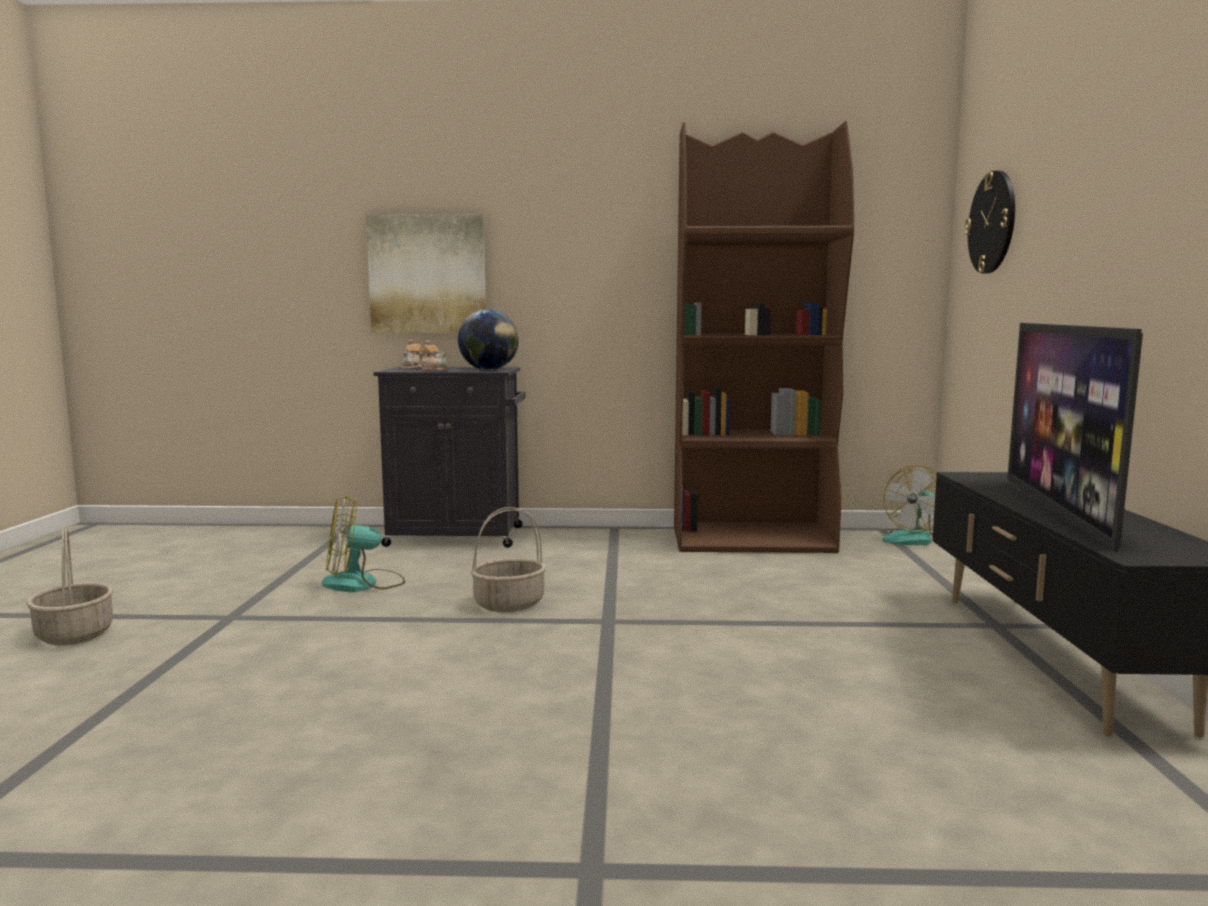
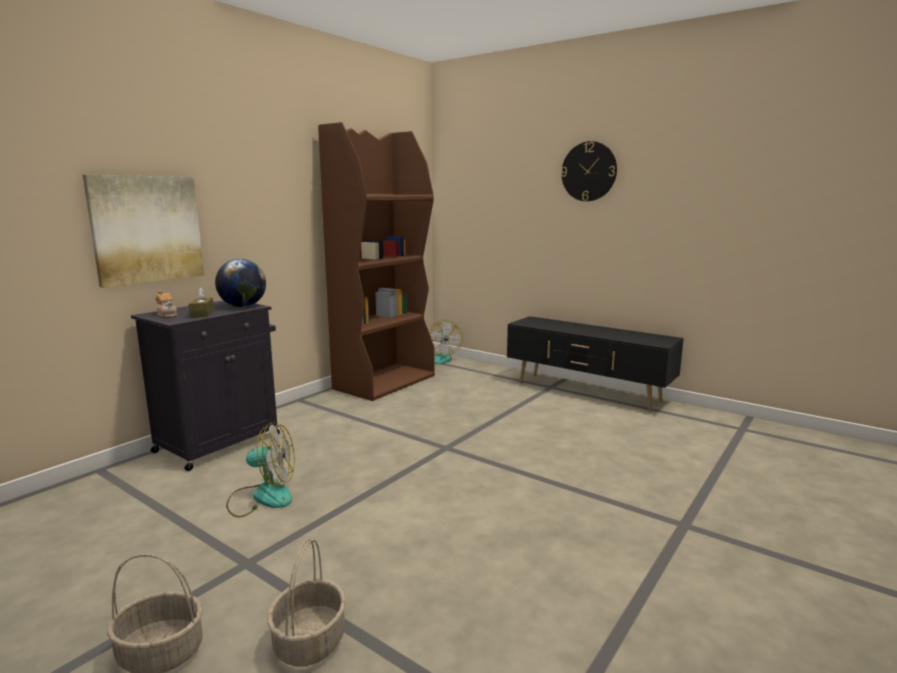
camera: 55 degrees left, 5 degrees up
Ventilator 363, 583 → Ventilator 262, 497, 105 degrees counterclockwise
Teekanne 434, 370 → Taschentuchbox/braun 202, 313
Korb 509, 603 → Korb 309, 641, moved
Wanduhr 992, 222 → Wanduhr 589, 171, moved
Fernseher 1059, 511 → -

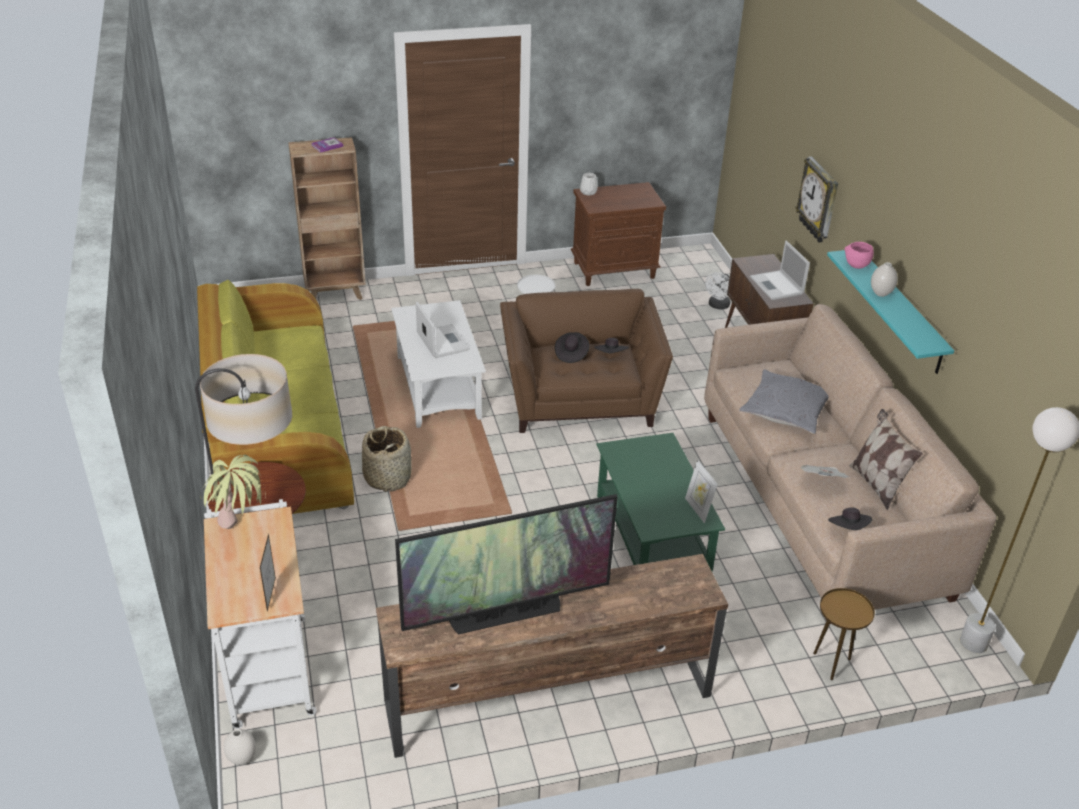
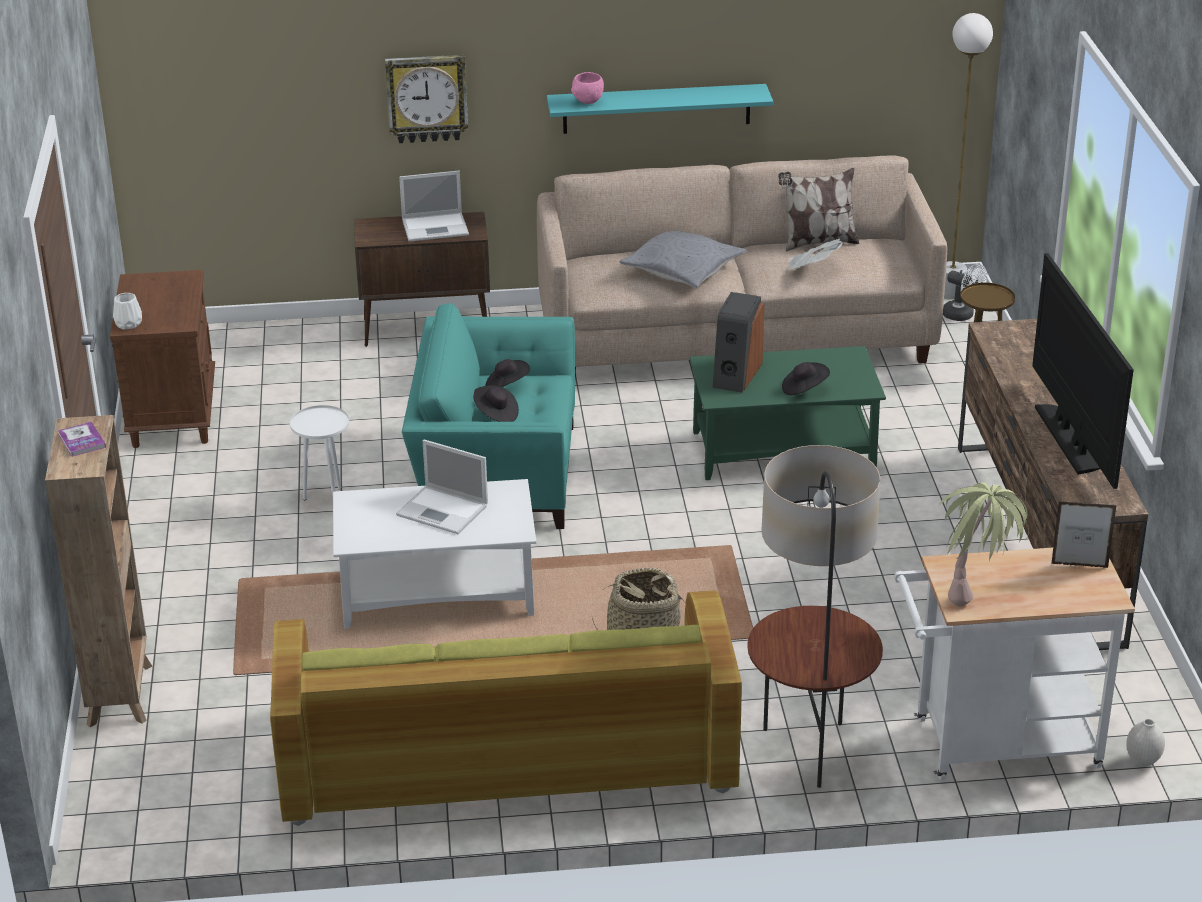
camera: 80 degrees left, 5 degrees down
Laptop 442, 341 → Laptop 444, 511, 135 degrees counterclockwise
Sessel/braun 580, 397 → Sessel/türkis 495, 474
Bilderrahmen 698, 509 → -
Ventilator/weiß 717, 306 → Ventilator/weiß 962, 315, moved
Hut/schwarz 848, 528 → Hut/schwarz 804, 389, moved
Vase/weiß 880, 293 → -
- → Lautsprecher 736, 375

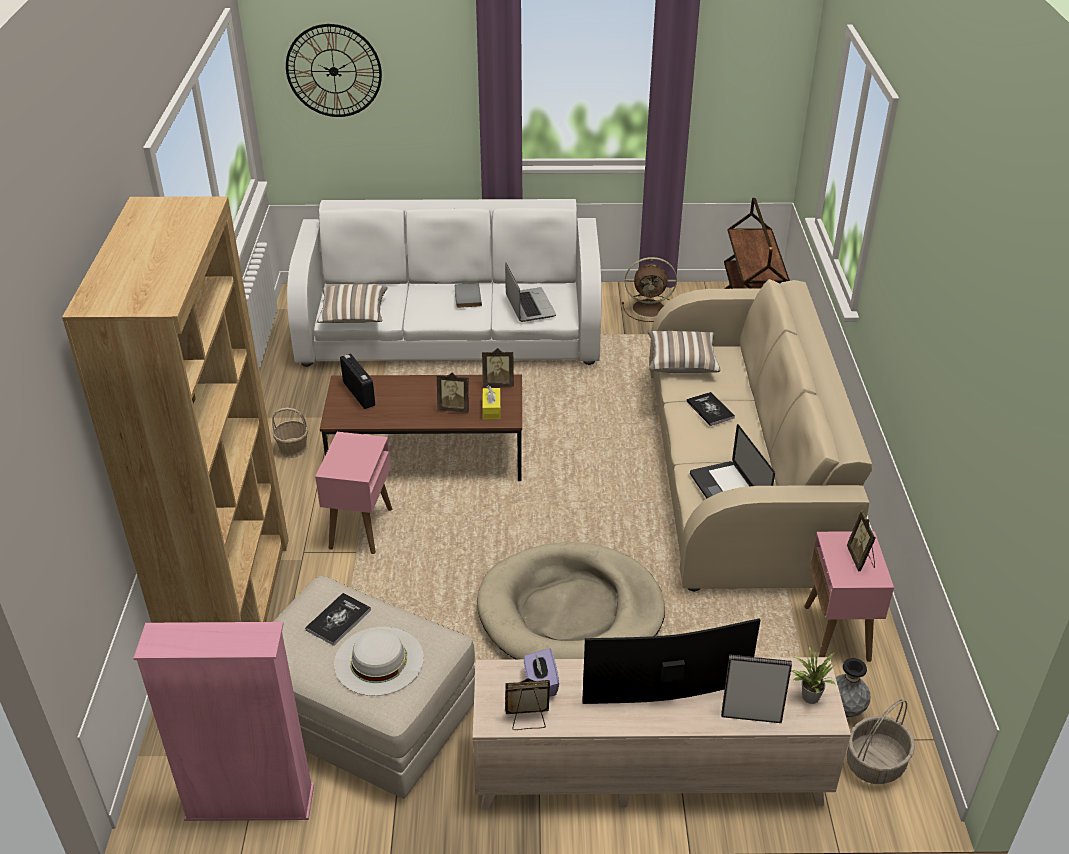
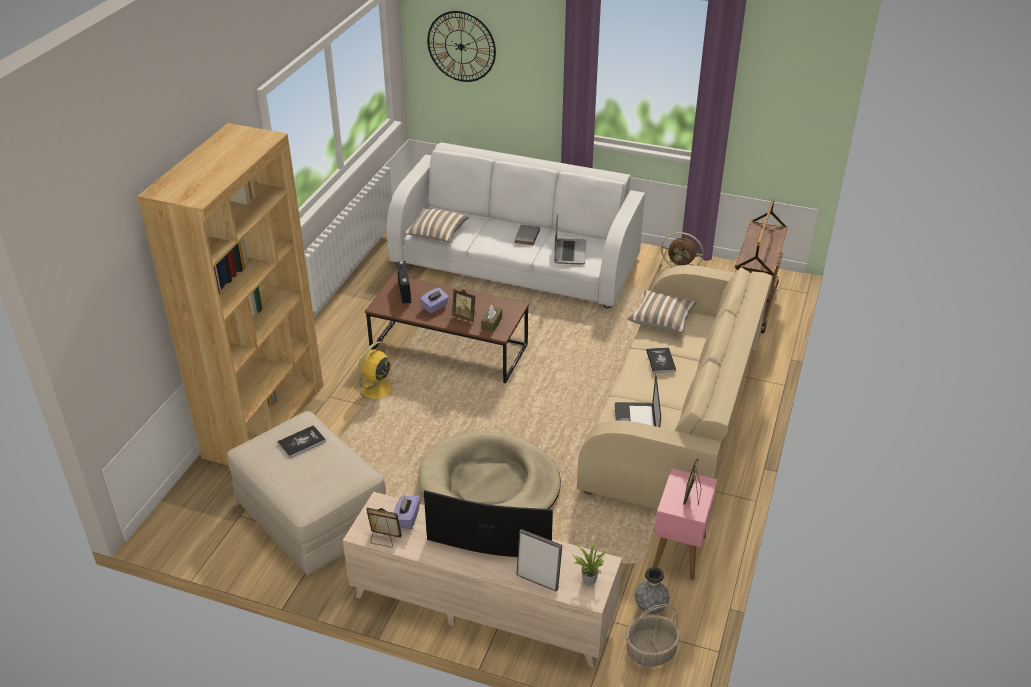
camera: 20 degrees right, 0 degrees up
Bücherregal/rosa 250, 803 → -
Korb 293, 448 → -
Beistelltisch/rosa 361, 529 → Ventilator/gelb 375, 390
Hut/weiß 379, 660 → -
Bilderrahmen 498, 383 → -
Taschentuchbox/gelb 491, 409 → Taschentuchbox/braun 491, 323
- → Taschentuchbox/lila 435, 307

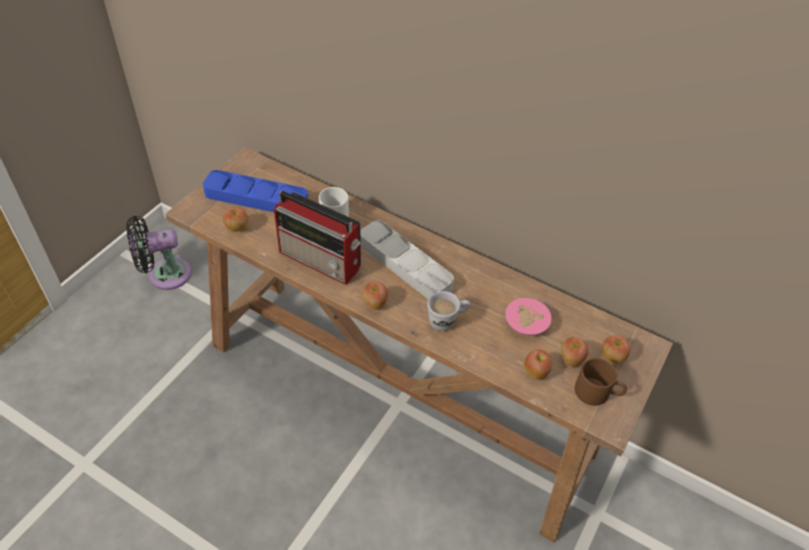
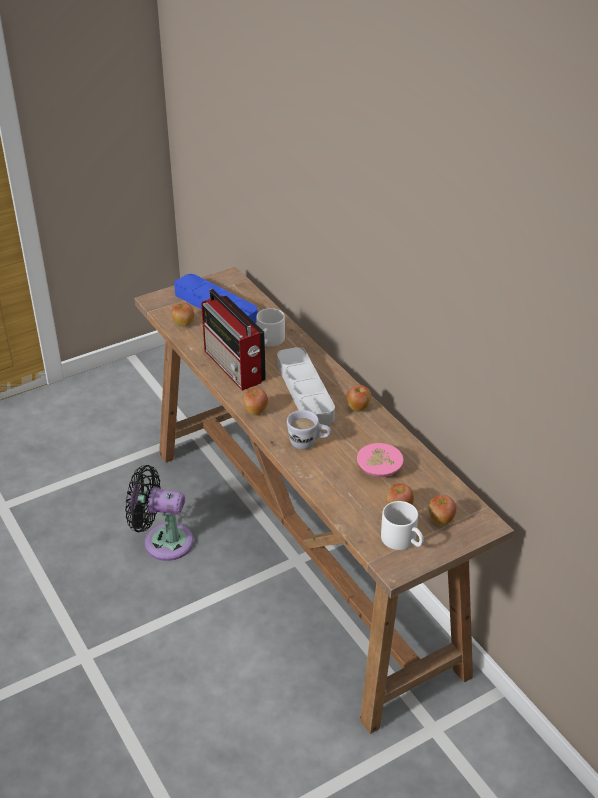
camera: 30 degrees right, 10 degrees down
Ventilator/schwarz 164, 275 → Ventilator/schwarz 163, 541, moved
Apfel 535, 372 → Apfel 358, 408, moved
Henkelbecher/braun 598, 392 → Henkelbecher/weiß 403, 540

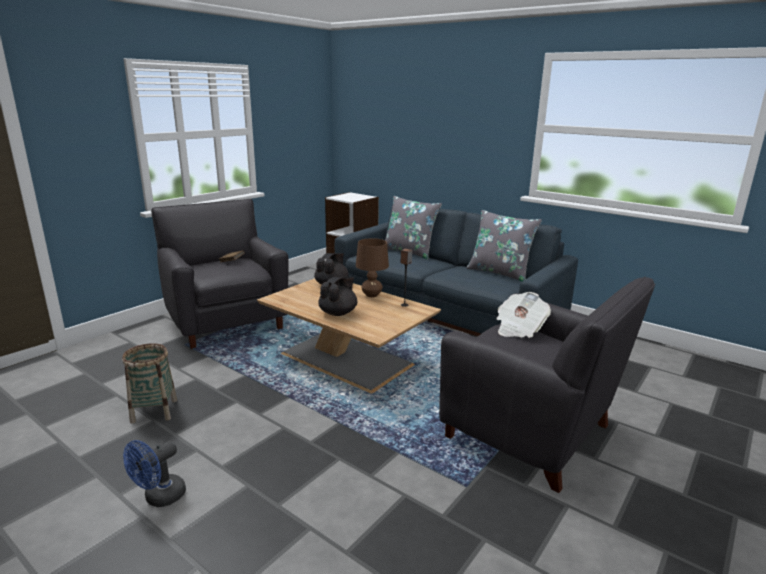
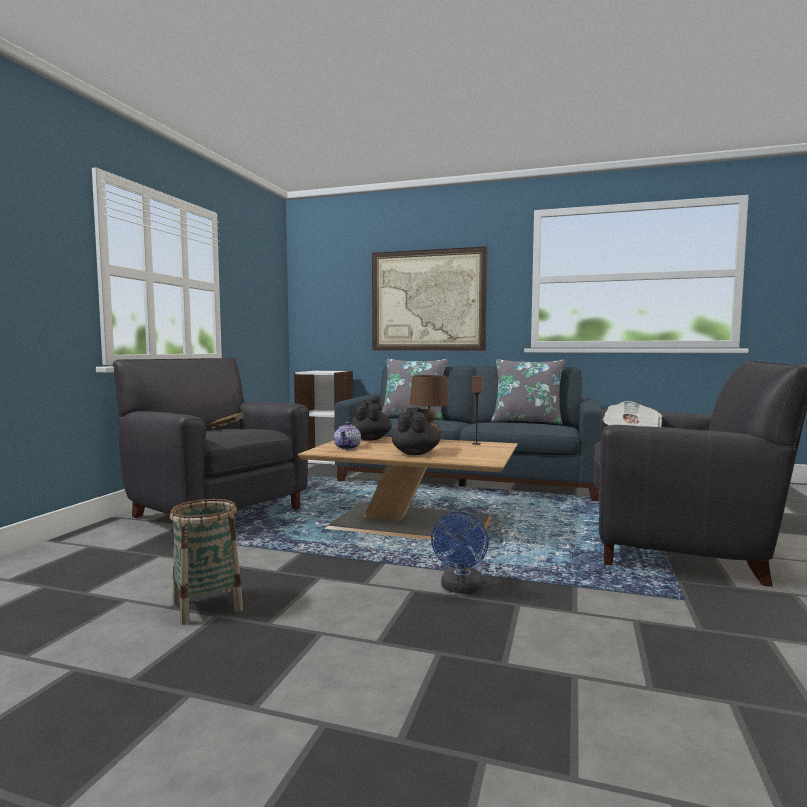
camera: 20 degrees left, 15 degrees down
Ventilator/blau 159, 498 → Ventilator/blau 461, 589, moved
- → Teekanne 348, 447
- → Bild 428, 300

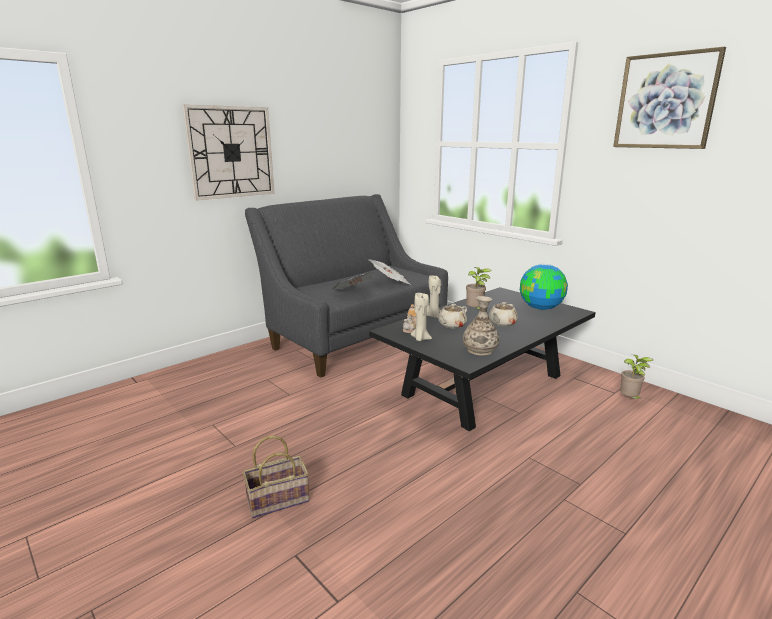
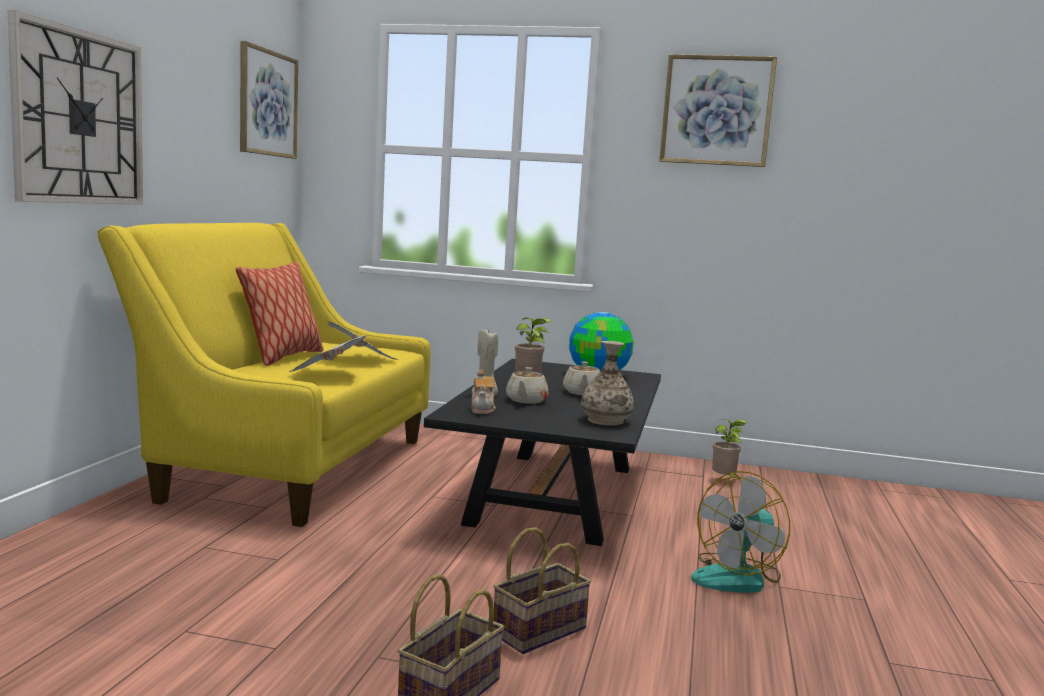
camera: 35 degrees left, 10 degrees down
Sofa/grau 353, 337 → Sofa/gelb 287, 466
Kerze/beige 420, 339 → -
- → Kissen 282, 357
- → Bild 267, 103
- → Korb 540, 630
- → Ventilator 738, 577

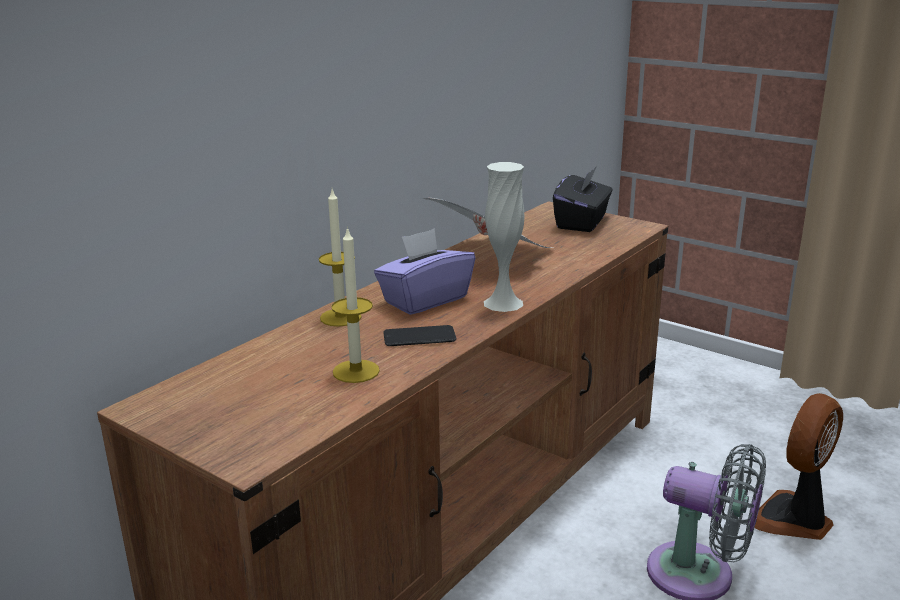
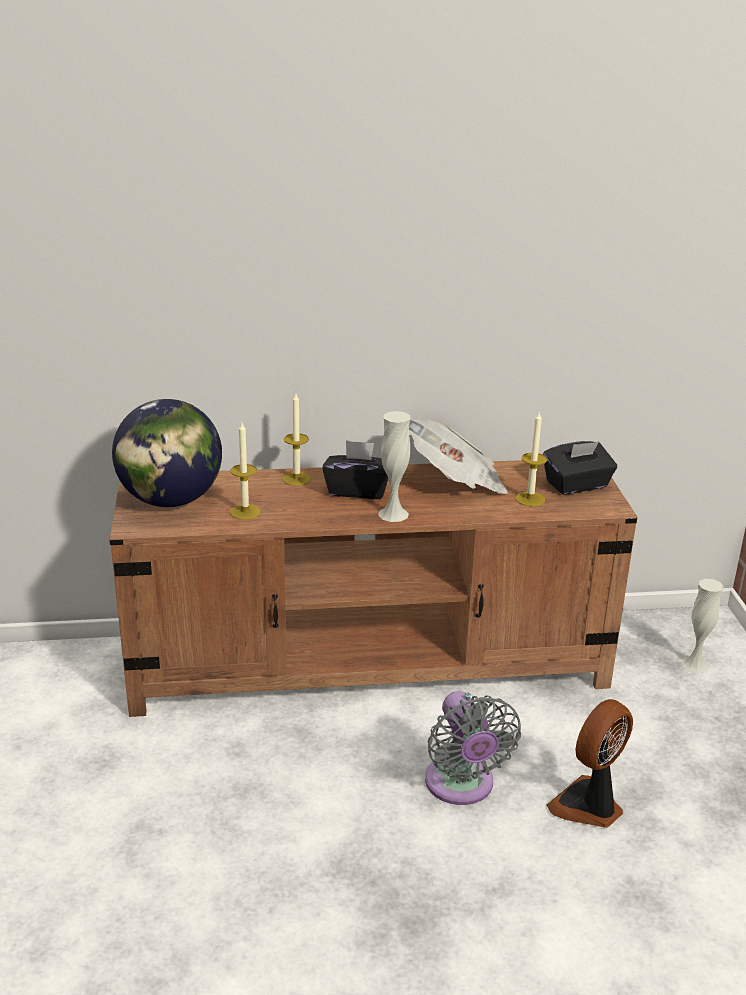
camera: 45 degrees right, 5 degrees up
Taschentuchbox/lila 425, 300 → Taschentuchbox/schwarz 357, 490
Handy 419, 337 → -
Ventilator 794, 520 → Ventilator 589, 806, 45 degrees counterclockwise
- → Globus 170, 500
- → Kerze 530, 499
- → Vase/weiß 695, 664

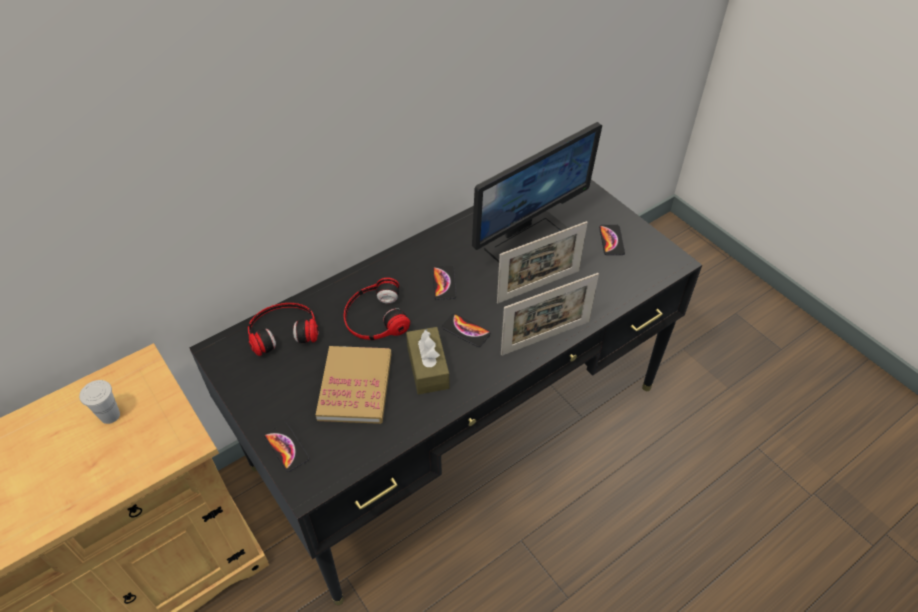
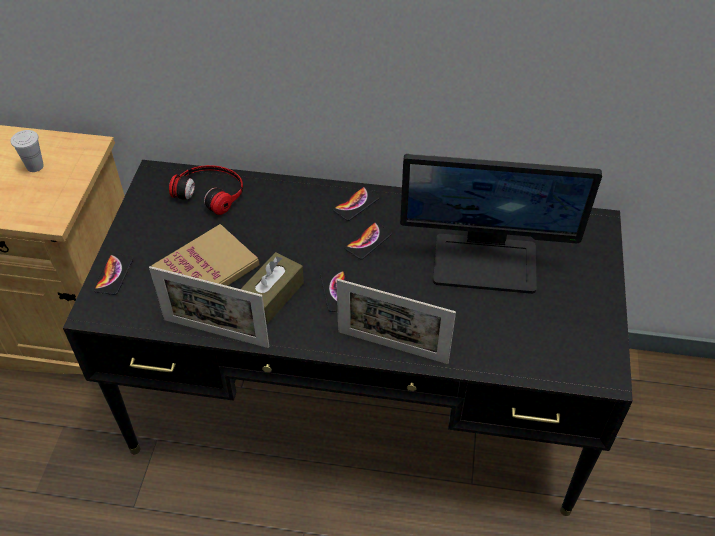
camera: 45 degrees right, 0 degrees up
Kopfhörer 375, 317 → -
Bilderrahmen 538, 286 → Bilderrahmen 216, 333, moved
Handy 611, 240 → Handy 356, 204, moved

